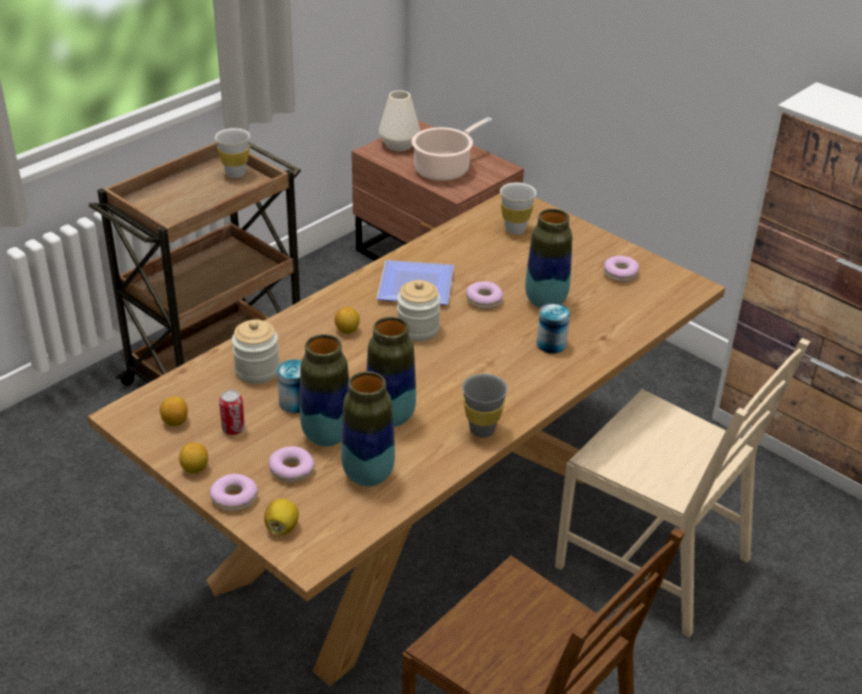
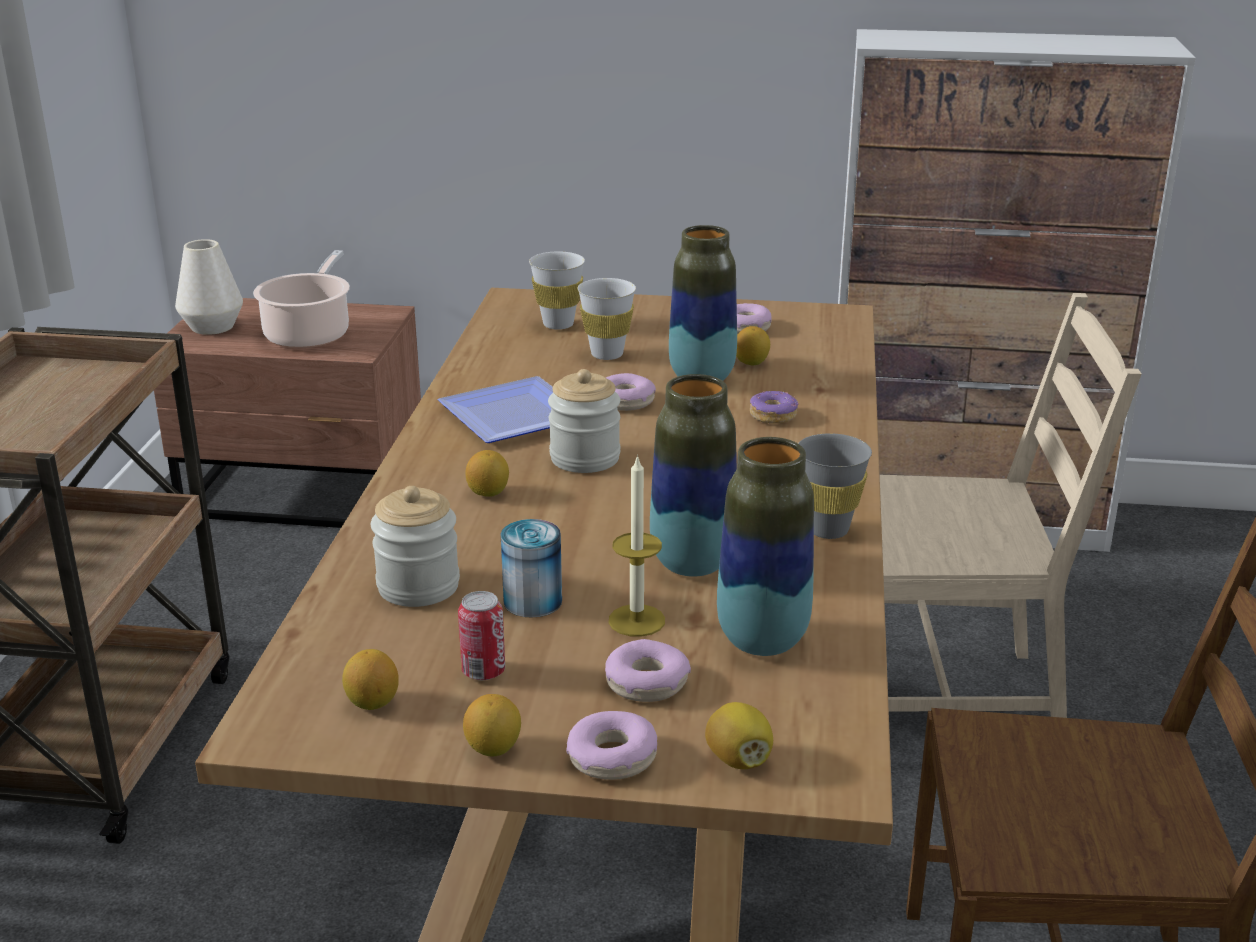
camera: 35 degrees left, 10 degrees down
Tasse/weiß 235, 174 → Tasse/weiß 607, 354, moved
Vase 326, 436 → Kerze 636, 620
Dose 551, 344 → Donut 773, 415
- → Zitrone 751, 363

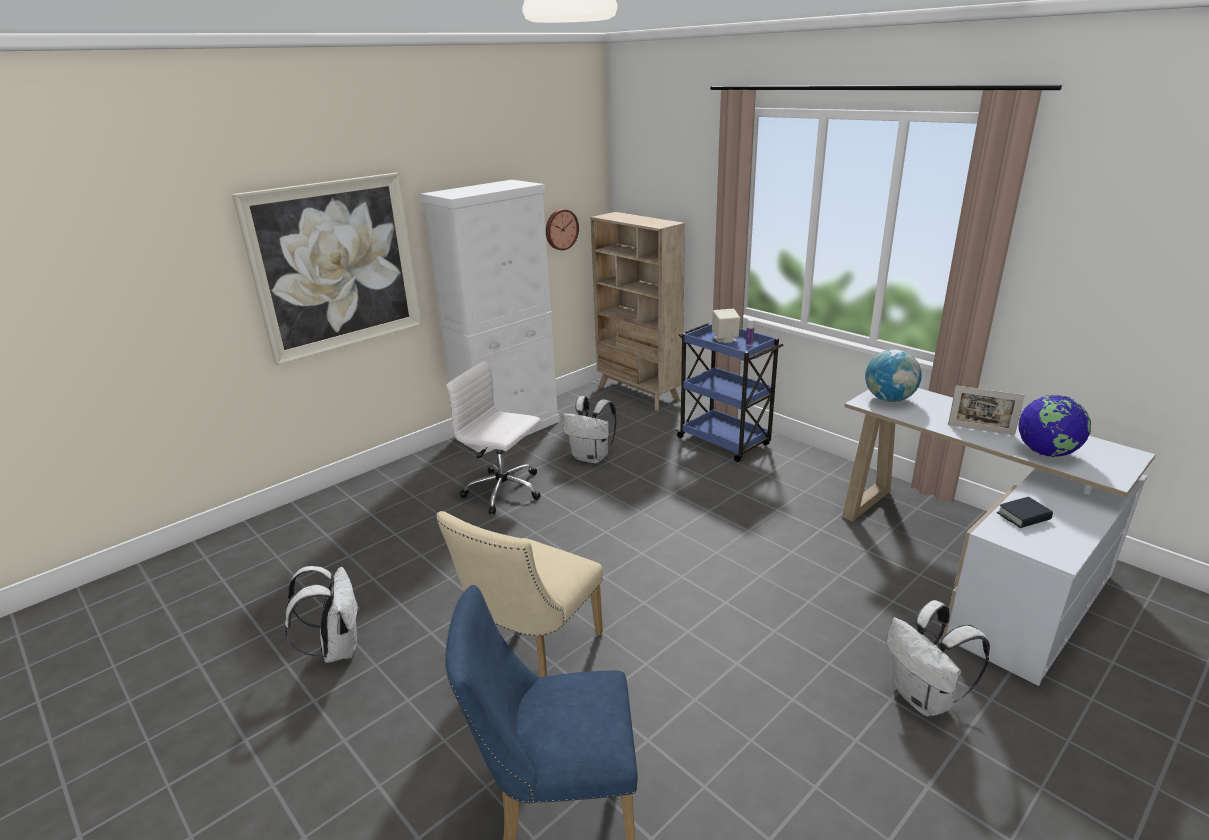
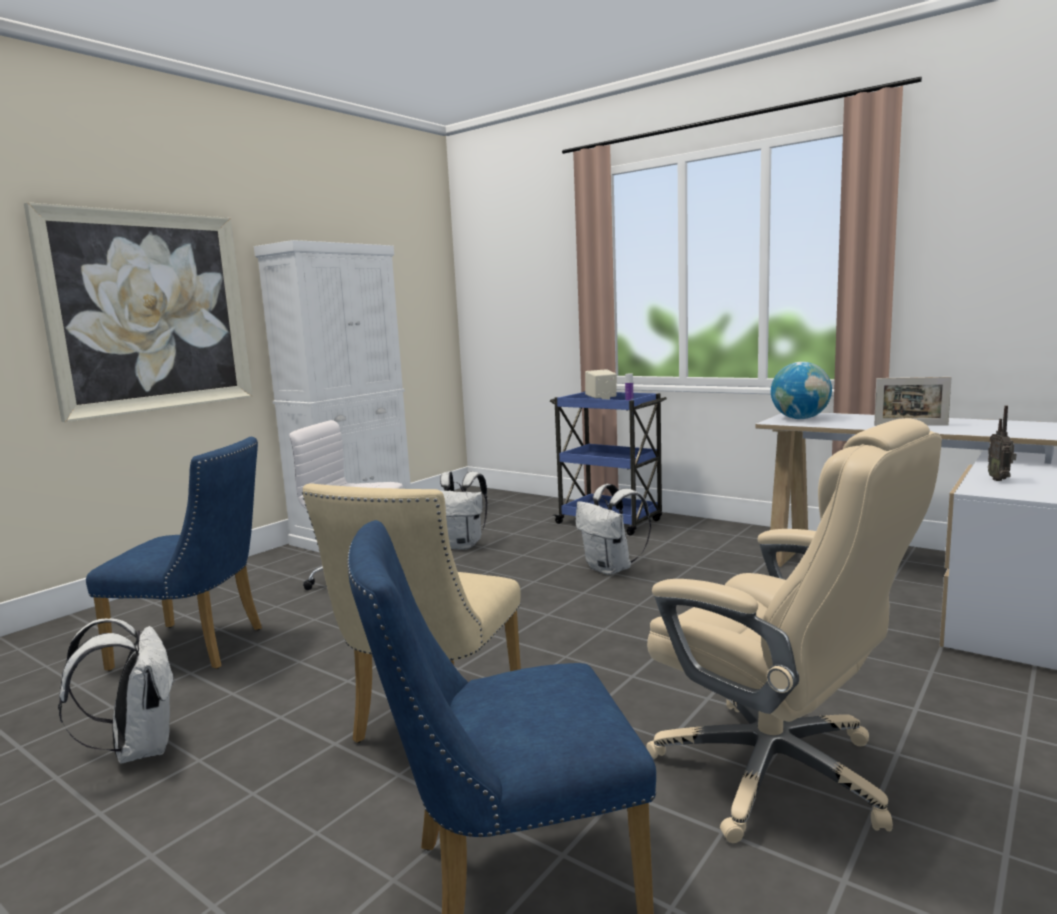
camera: 10 degrees left, 15 degrees down
Wanduhr 560, 229 → -
Bücherregal/beige 638, 393 → -
Rucksack/weiß 924, 698 → Rucksack/weiß 611, 569, moved
Buch 1023, 517 → Radio 1000, 479
Globus 1046, 453 → -
- → Stuhl/blau 199, 648
- → Bürostuhl/beige 777, 773

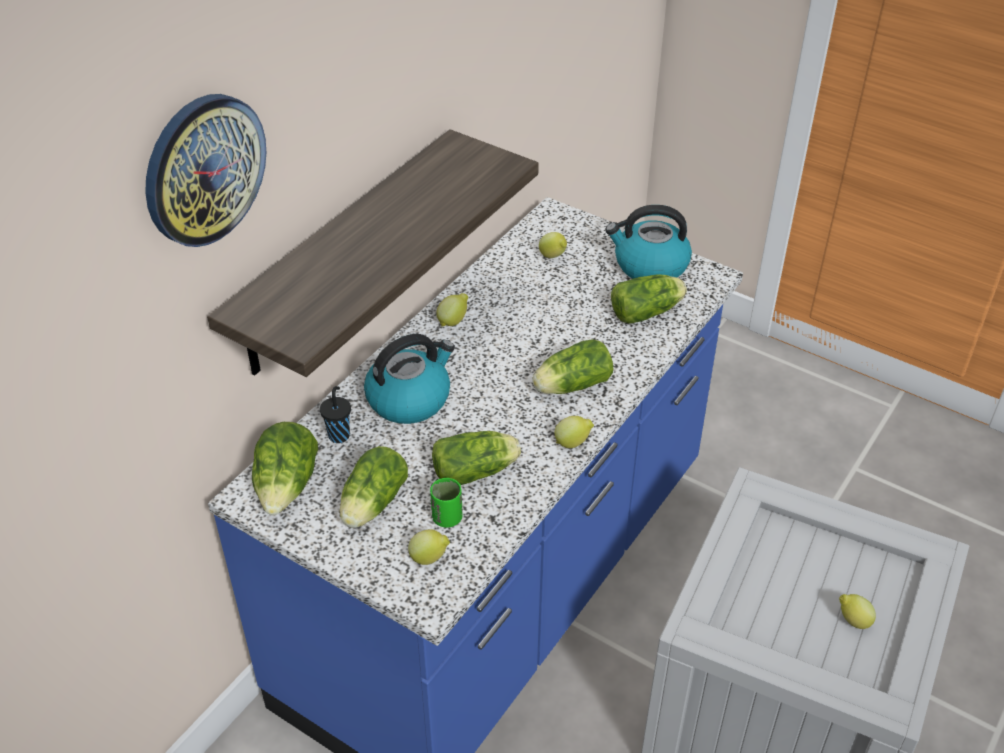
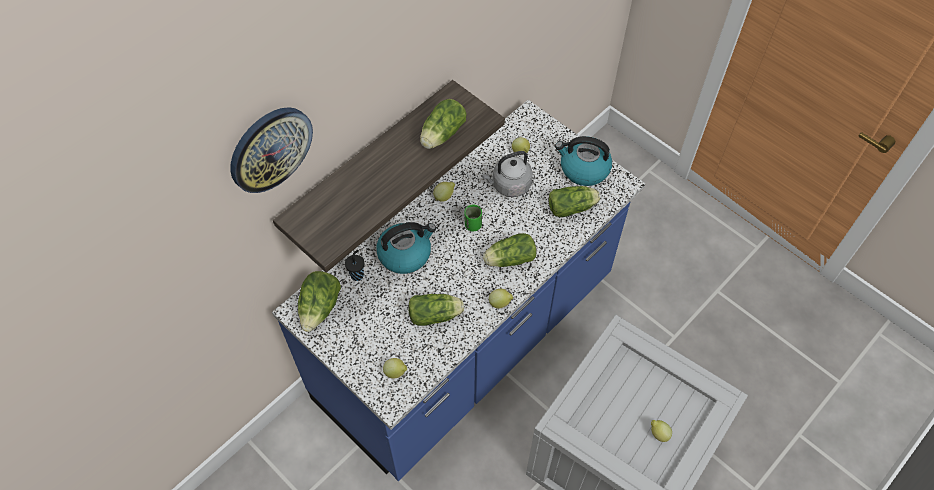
camera: 10 degrees right, 15 degrees up
Salatkopf 371, 505 → Salatkopf 441, 135, moved
Tasse/grün 447, 518 → Tasse/grün 473, 225, moved
- → Wasserkessel/grau 509, 185

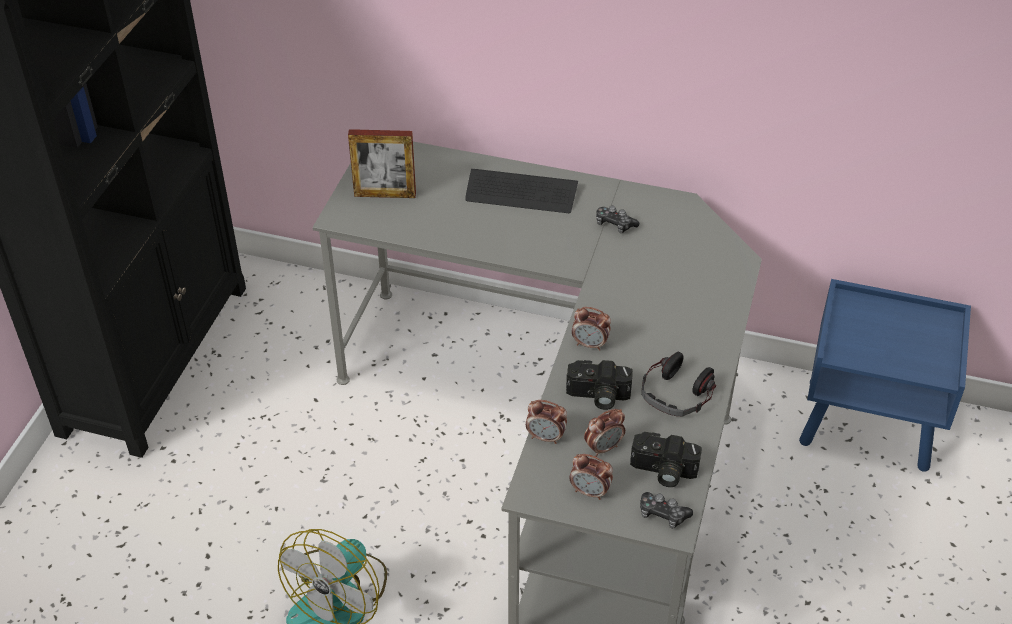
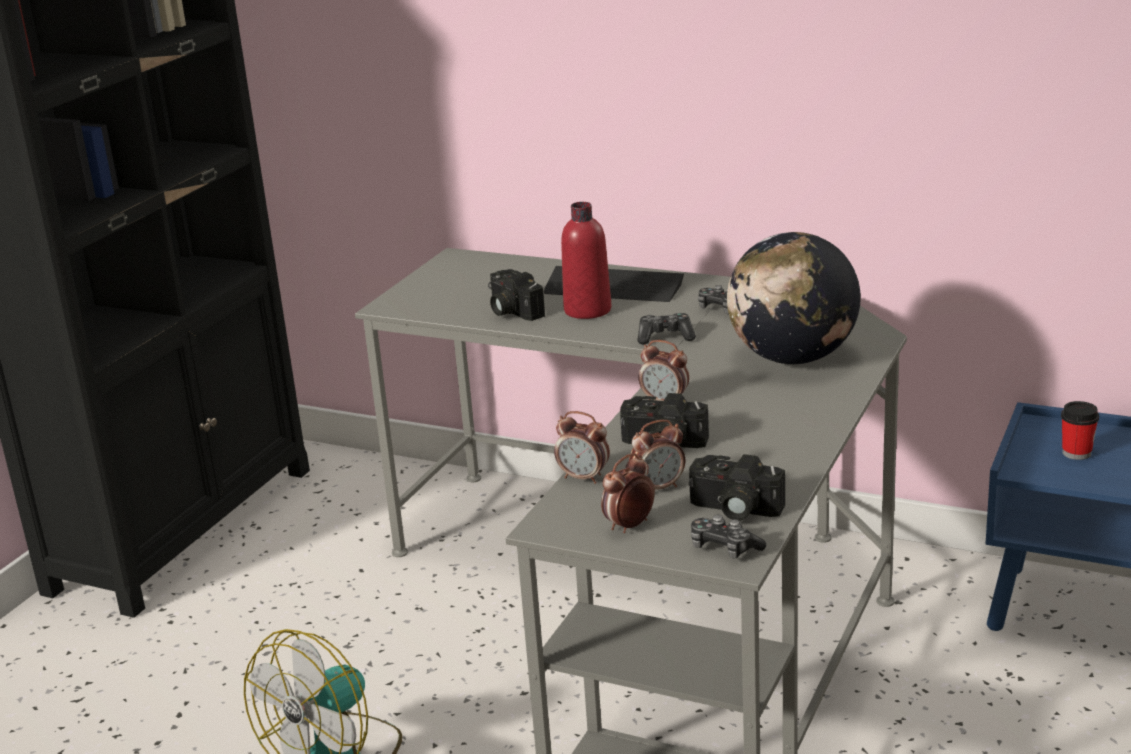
camera: 10 degrees right, 20 degrees down
Bilderrahmen 385, 194 → -
Wecker 590, 492 → Wecker 629, 526, 105 degrees clockwise
Kopfhörer 677, 393 → -
- → Kamera 511, 311
- → Flasche/rot 587, 310
- → Gamepad 665, 337
- → Globus 792, 358
- → Tasse 1076, 453

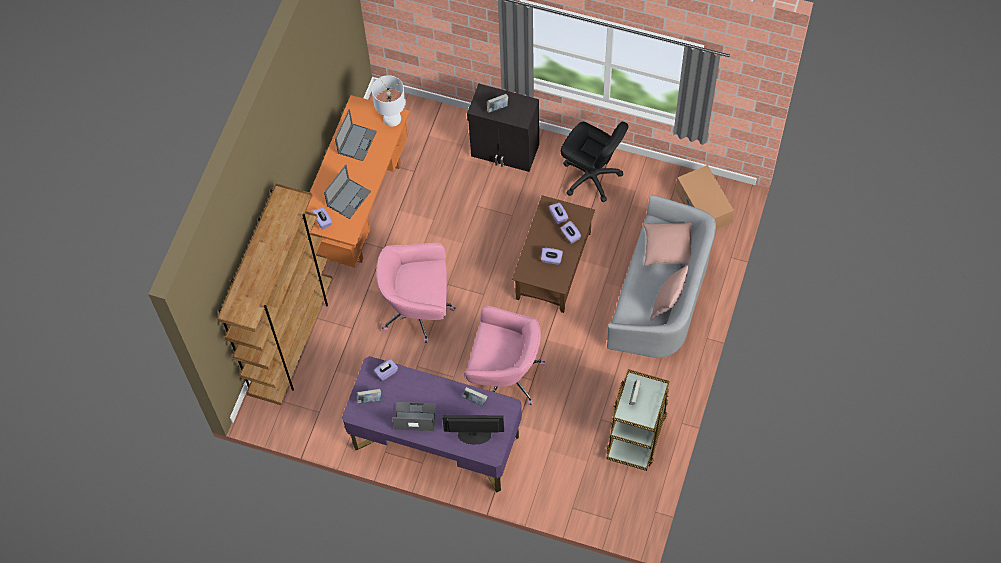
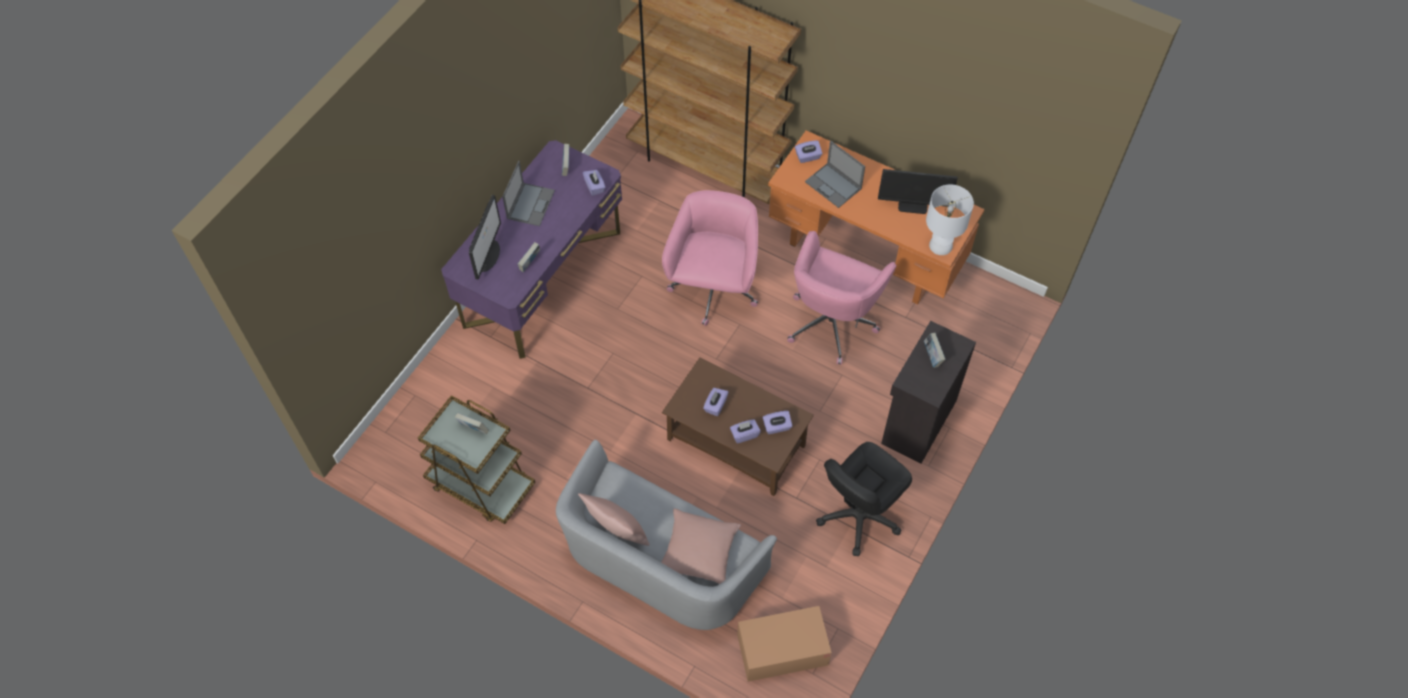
camera: 100 degrees right, 5 degrees down
Laptop 357, 142 → Monitor 912, 205
Bürostuhl/rosa 504, 375 → Bürostuhl/rosa 832, 321, moved

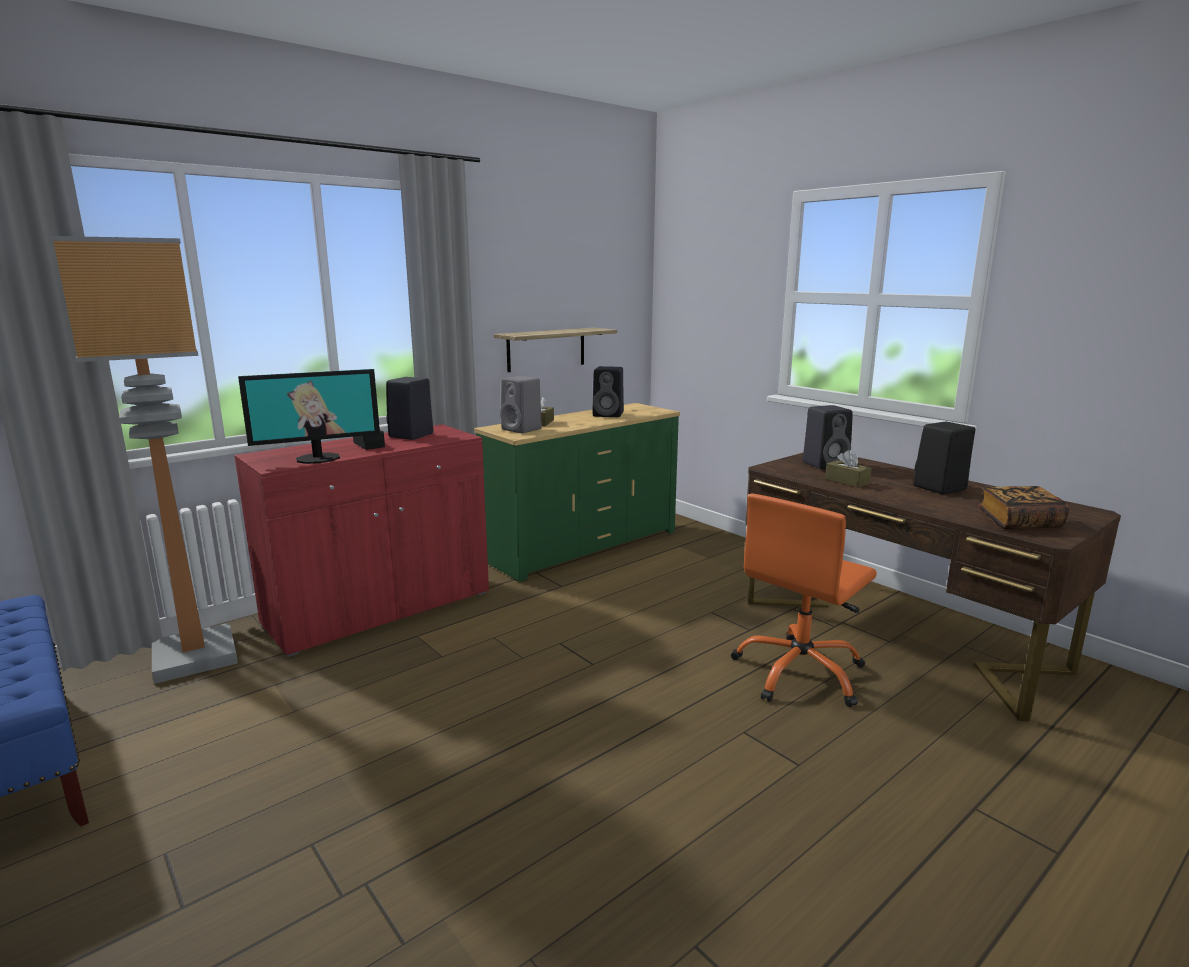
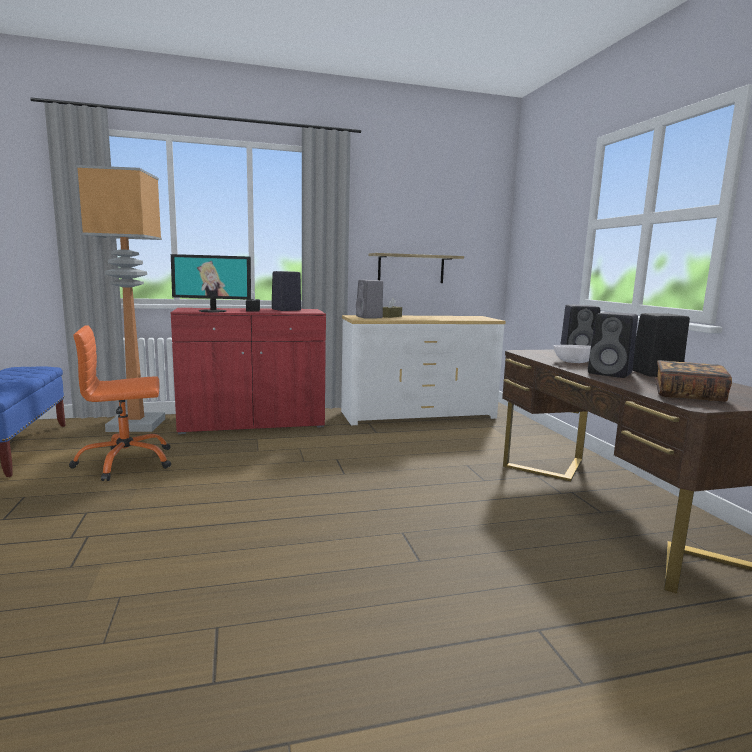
camera: 25 degrees right, 5 degrees down
Kommode/grün 582, 546 → Kommode/weiß 418, 415
Lautsprecher/schwarz 609, 414 → Lautsprecher/schwarz 611, 373, moved
Bürostuhl/orange 800, 673 → Bürostuhl/orange 125, 462, moved
Taschentuchbox/braun 847, 481 → Schüssel/weiß 574, 362

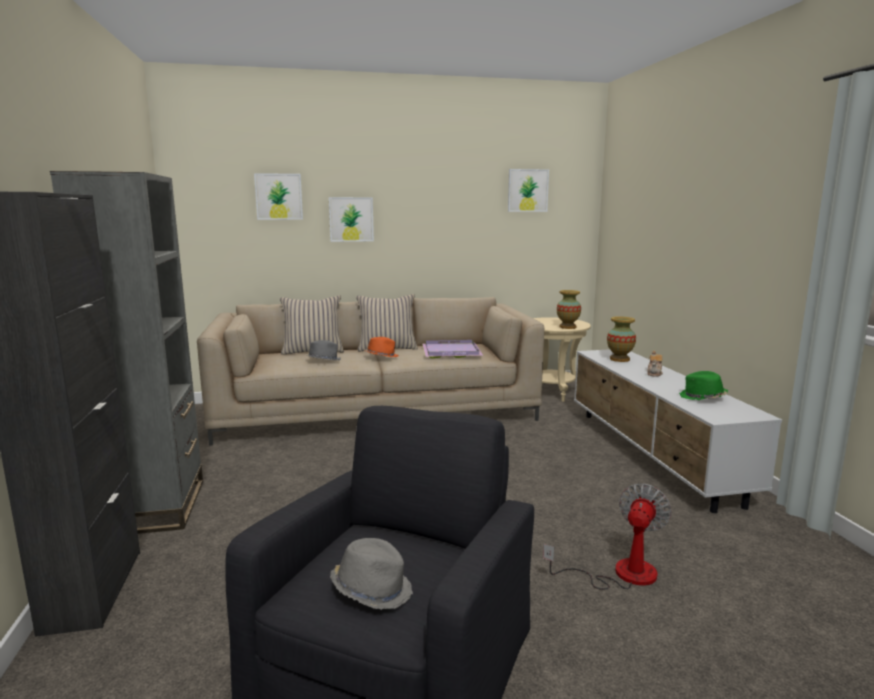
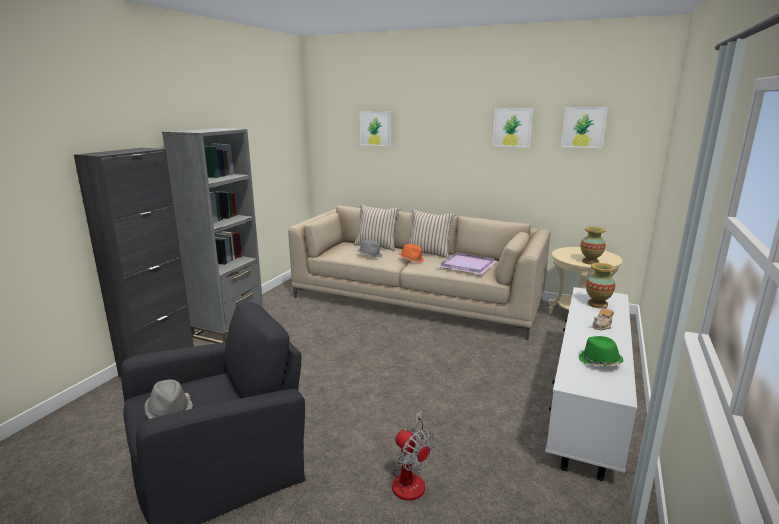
camera: 35 degrees right, 5 degrees up
Bild 351, 219 → Bild 512, 127, moved
Ventilator 620, 574 → Ventilator 410, 478, 75 degrees clockwise

